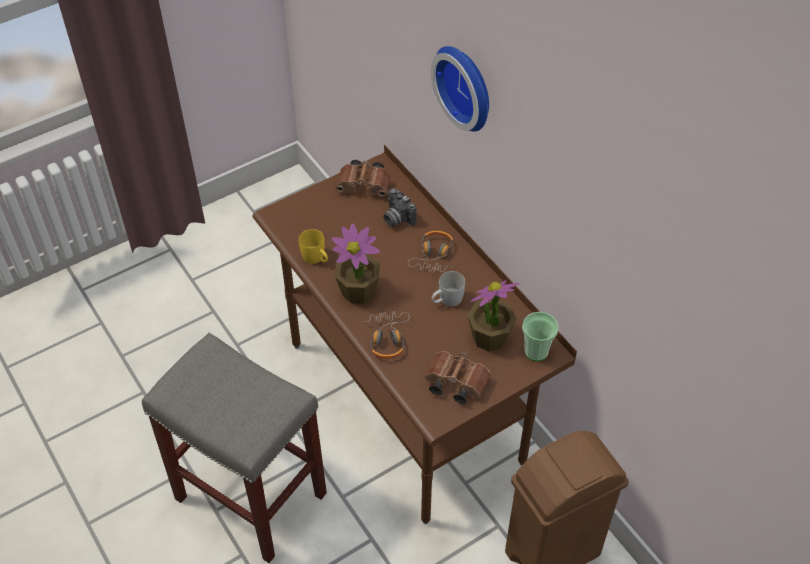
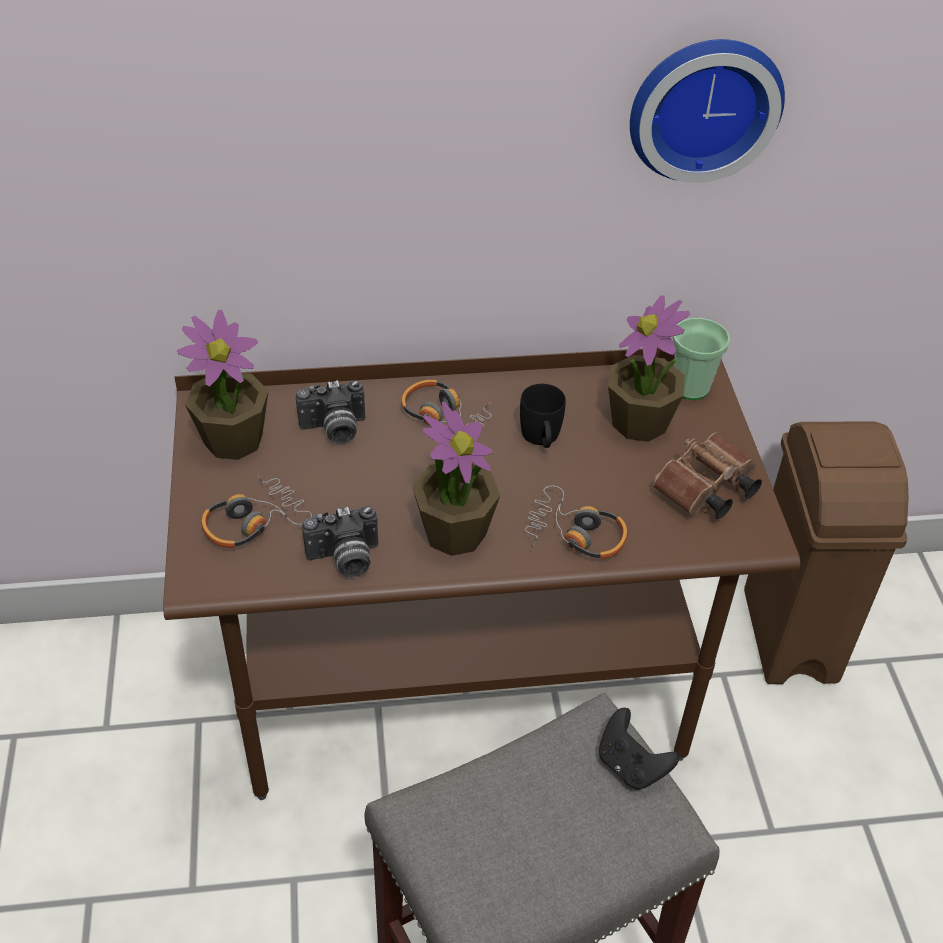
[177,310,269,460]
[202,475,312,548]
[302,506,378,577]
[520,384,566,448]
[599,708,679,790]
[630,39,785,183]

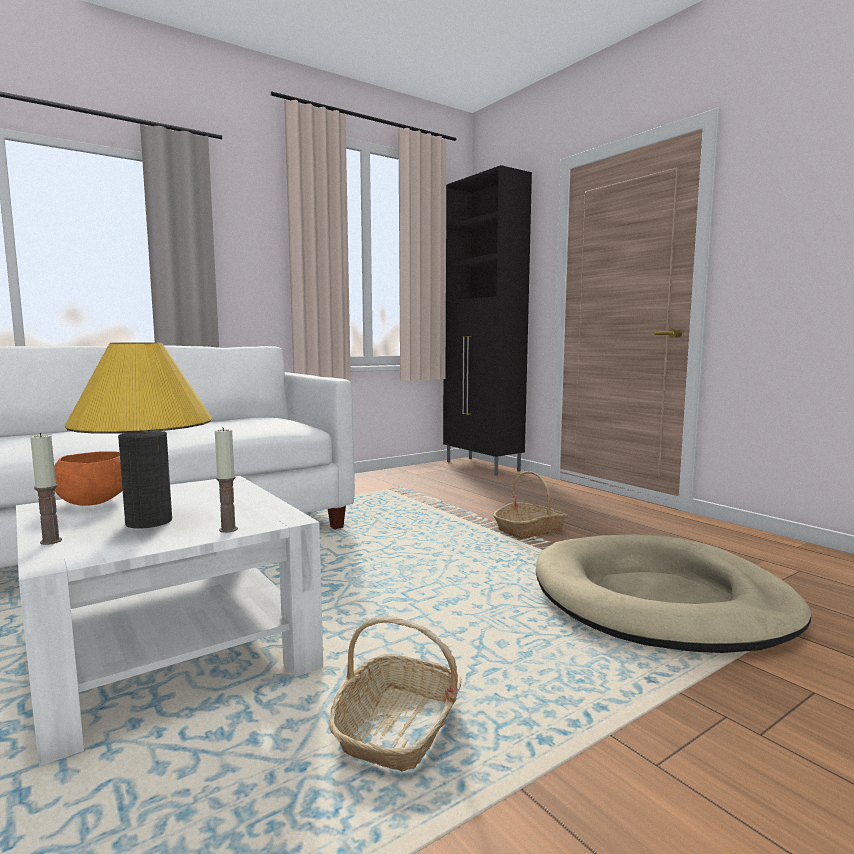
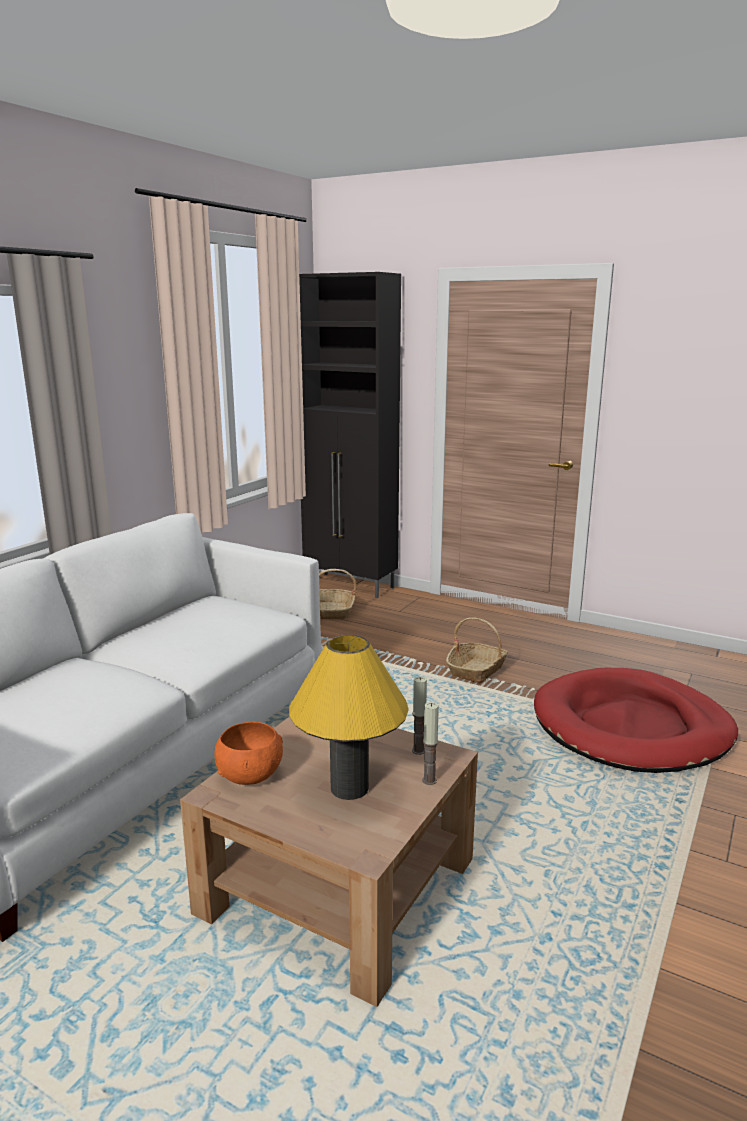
[180,717,478,1007]
[319,569,357,619]
[412,677,427,755]
[534,668,738,773]

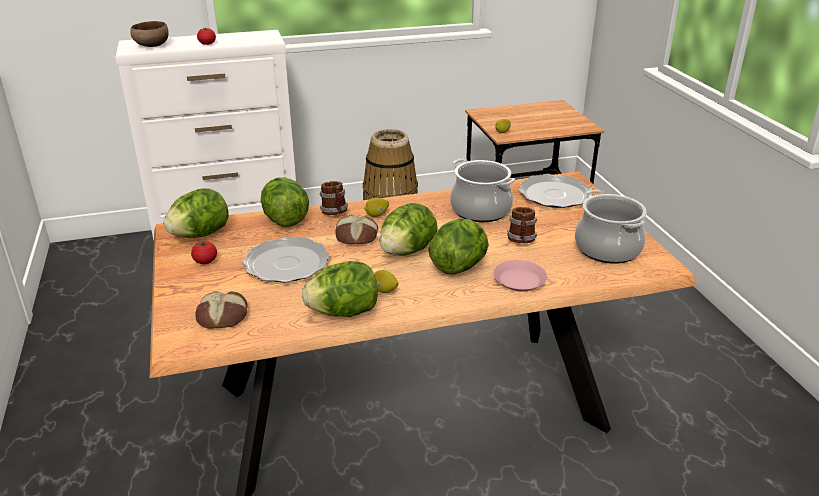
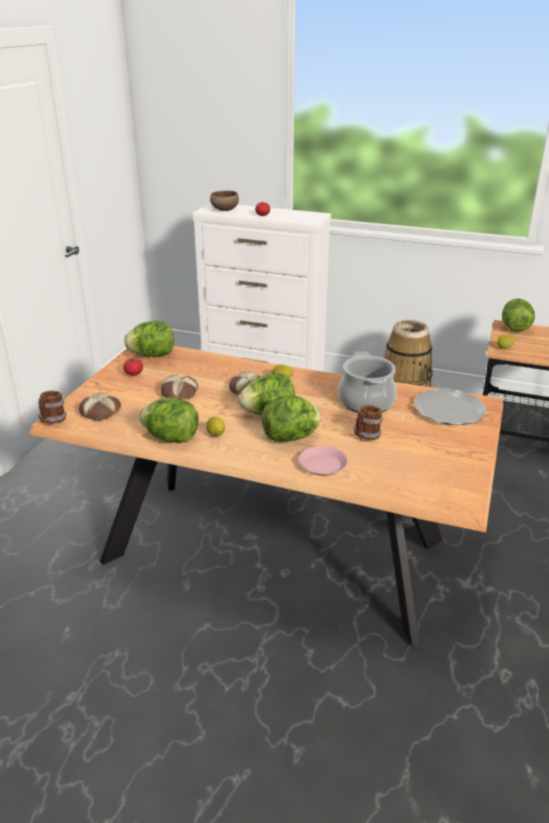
[38,391,67,424]
[161,374,198,399]
[502,299,535,332]
[575,190,646,264] (first image)

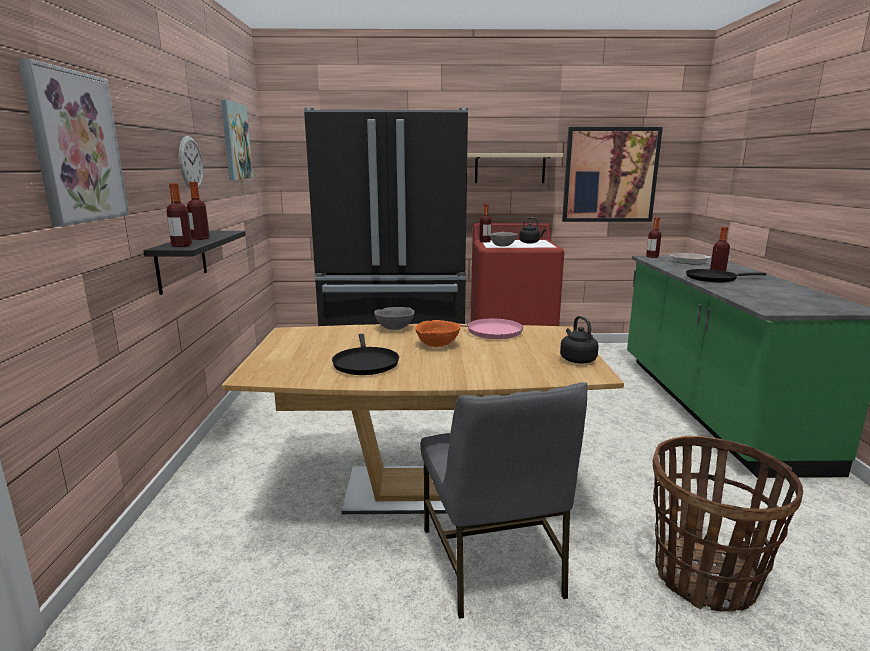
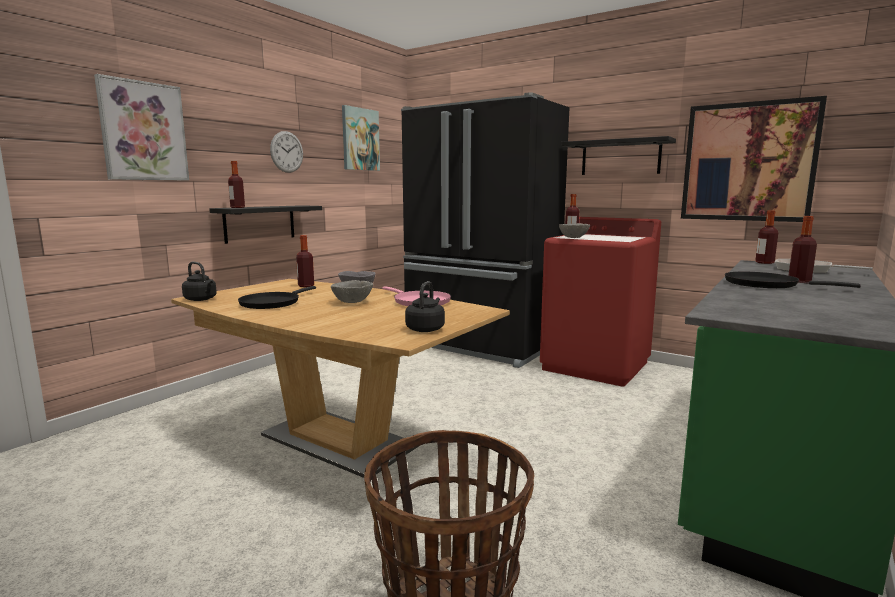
[182,262,217,301]
[296,235,314,287]
[331,280,373,303]
[561,136,676,175]
[421,382,587,619] (first image)

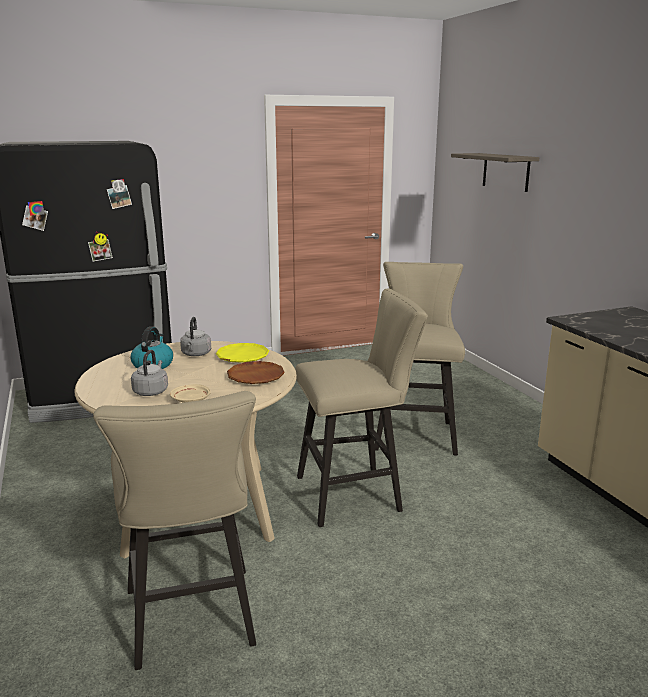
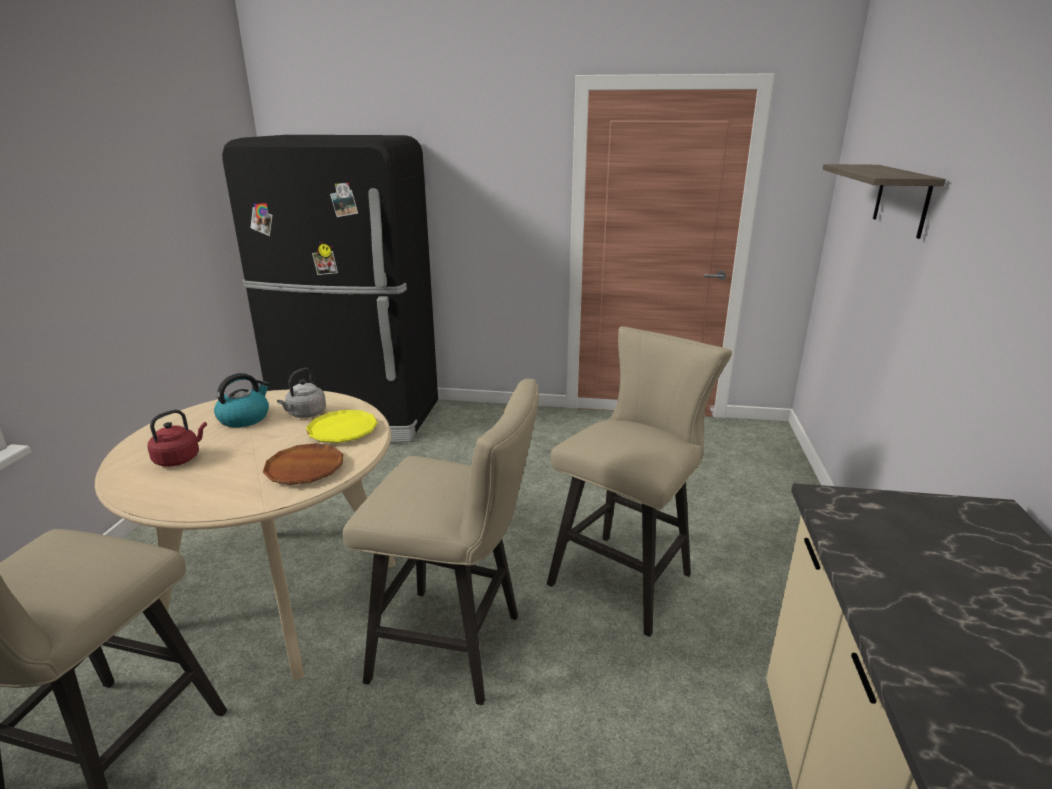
[148,410,207,467]
[170,384,211,403] (first image)

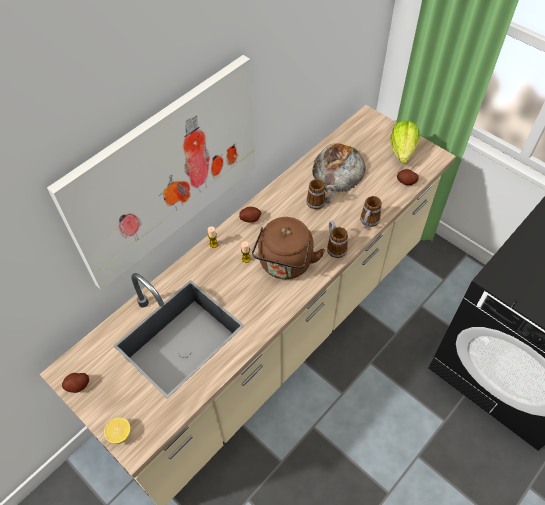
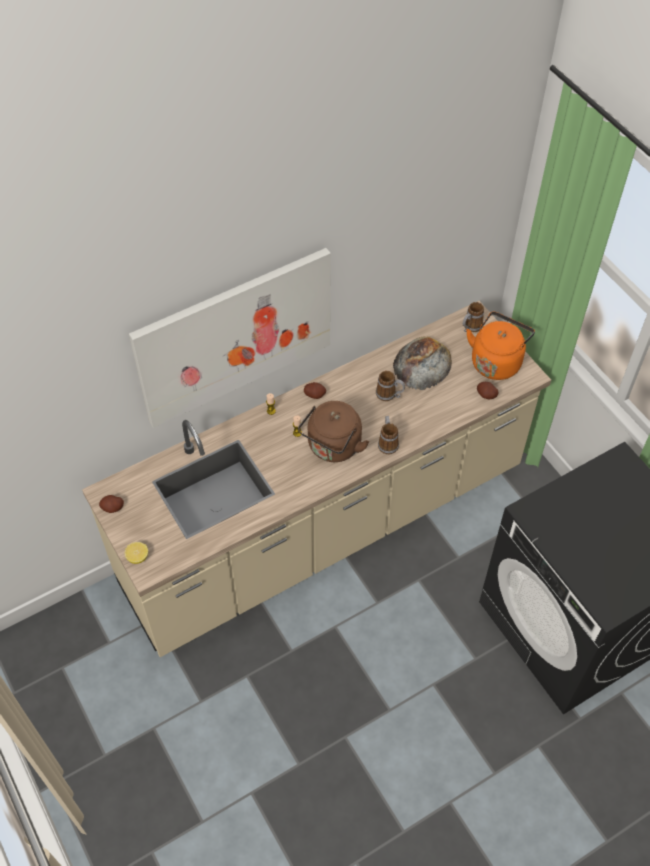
[463,302,484,332]
[466,311,535,380]

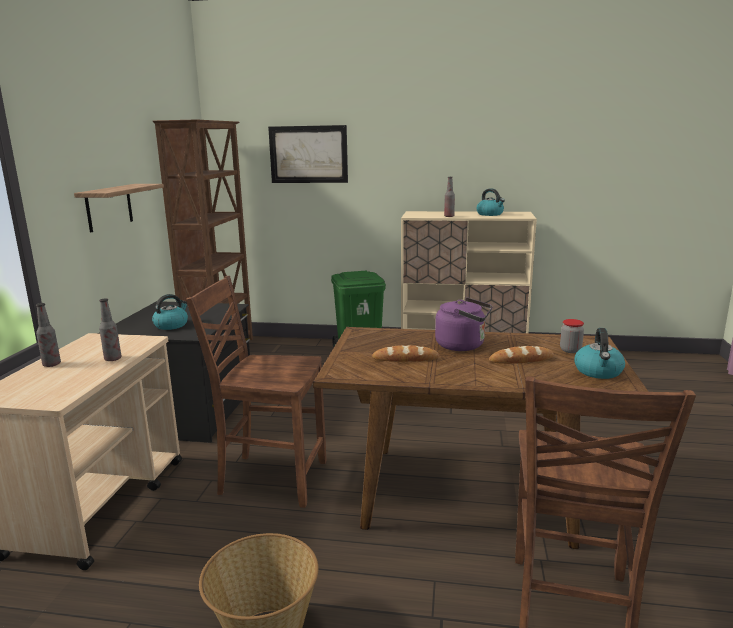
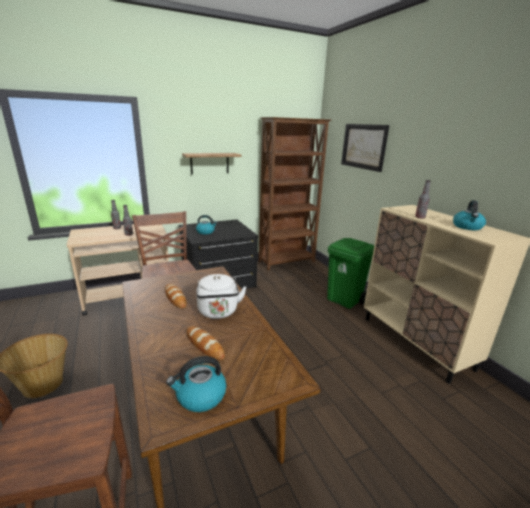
[196,274,247,319]
[560,319,584,353] (first image)

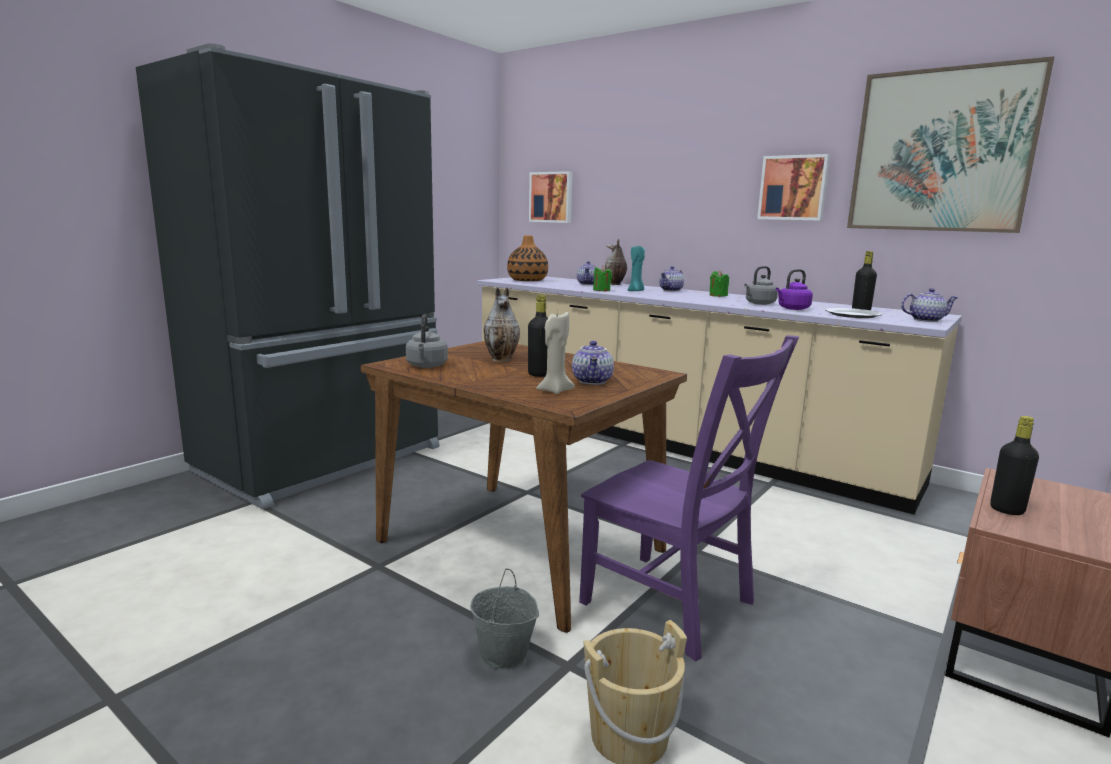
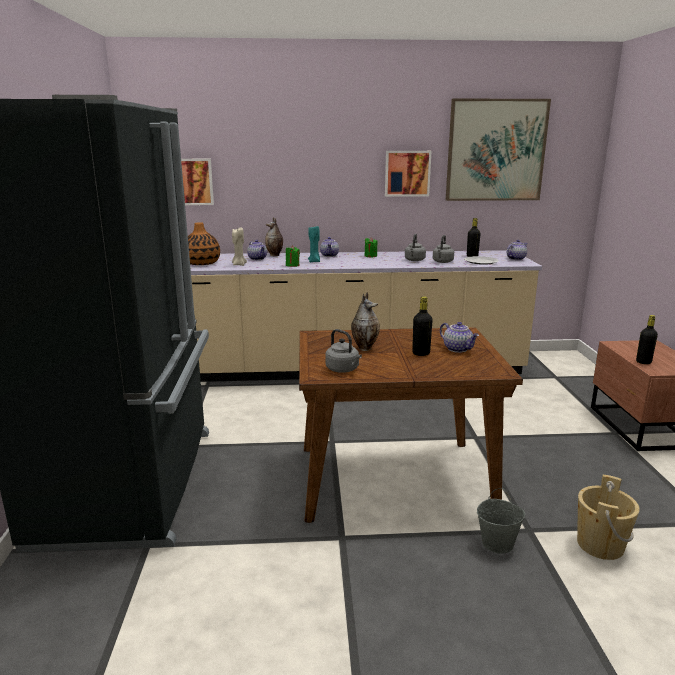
[232,227,247,266]
[433,235,454,263]
[579,335,799,661] (first image)

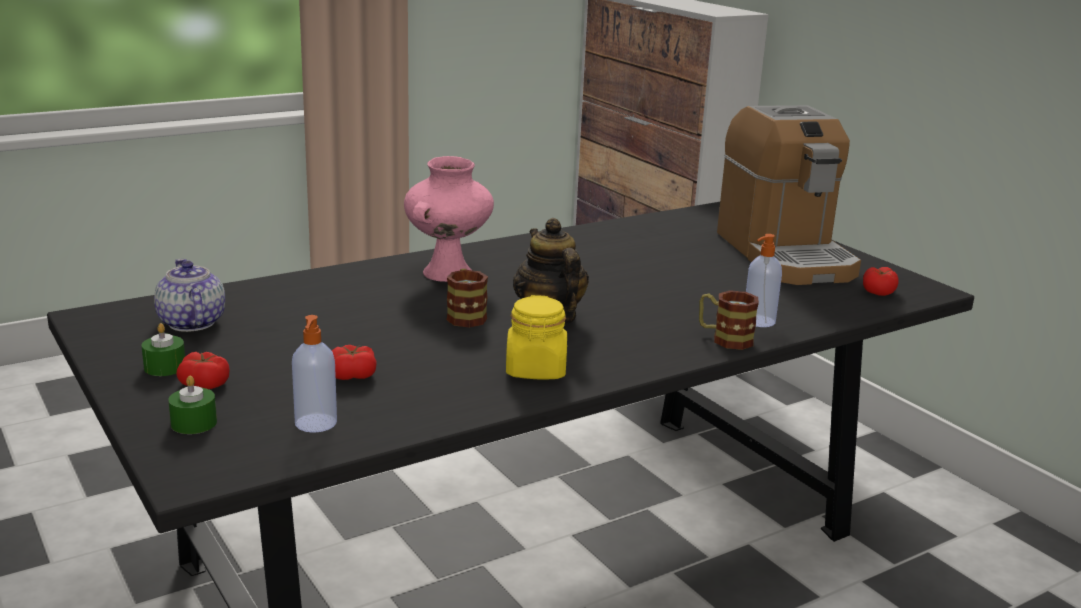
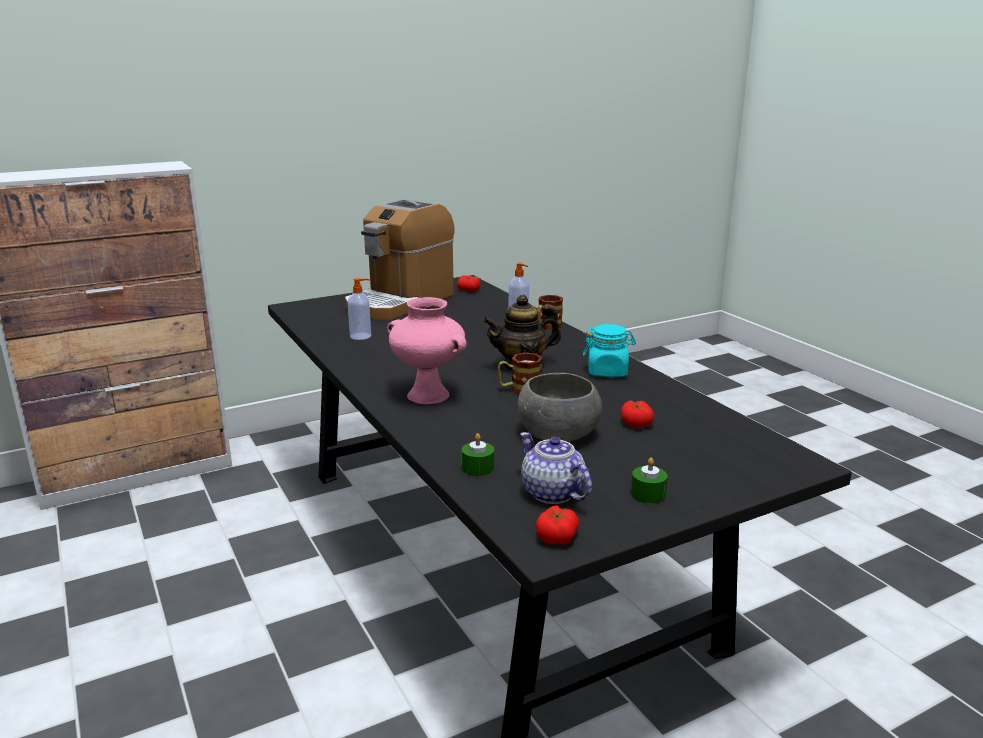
[345,199,454,320]
[348,278,371,340]
[462,433,494,476]
[518,373,602,442]
[520,432,592,504]
[536,505,579,545]
[583,324,636,377]

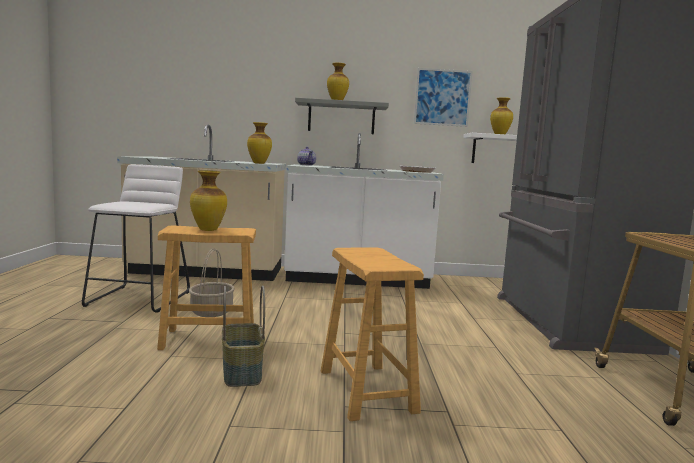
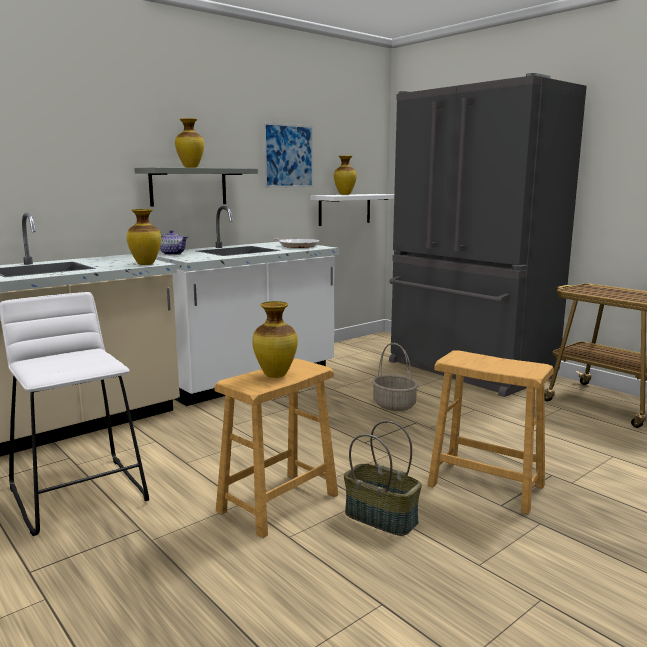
[372,343,418,411]

